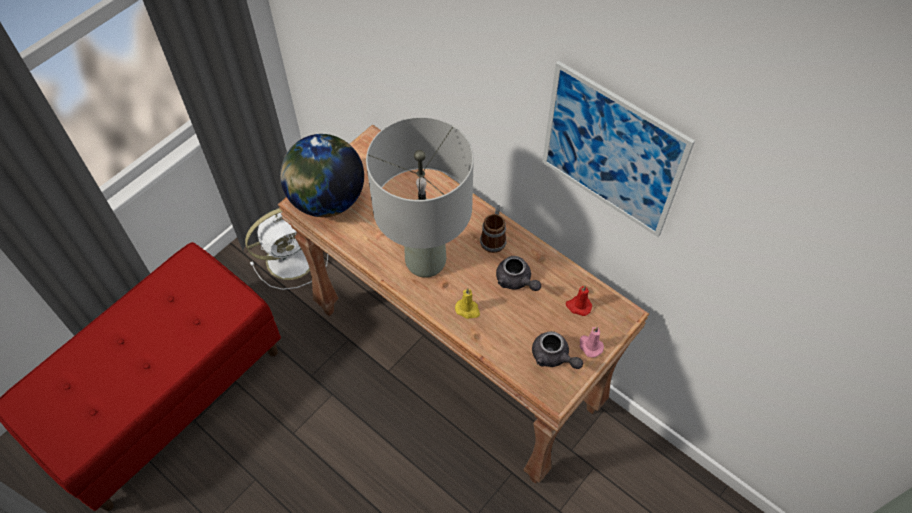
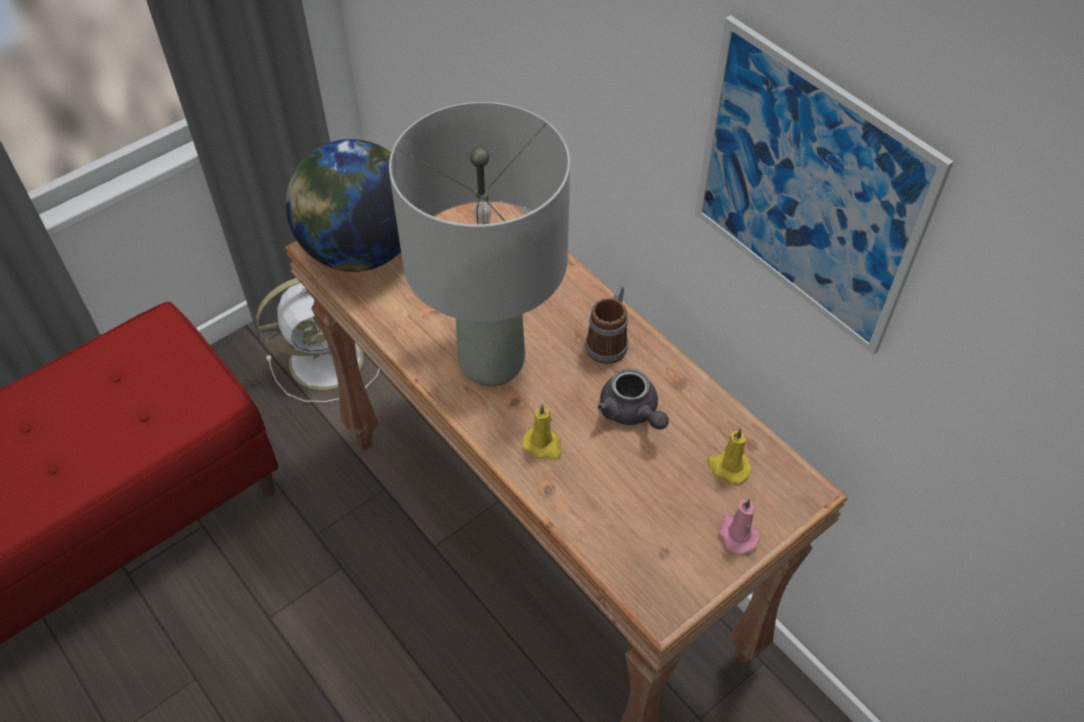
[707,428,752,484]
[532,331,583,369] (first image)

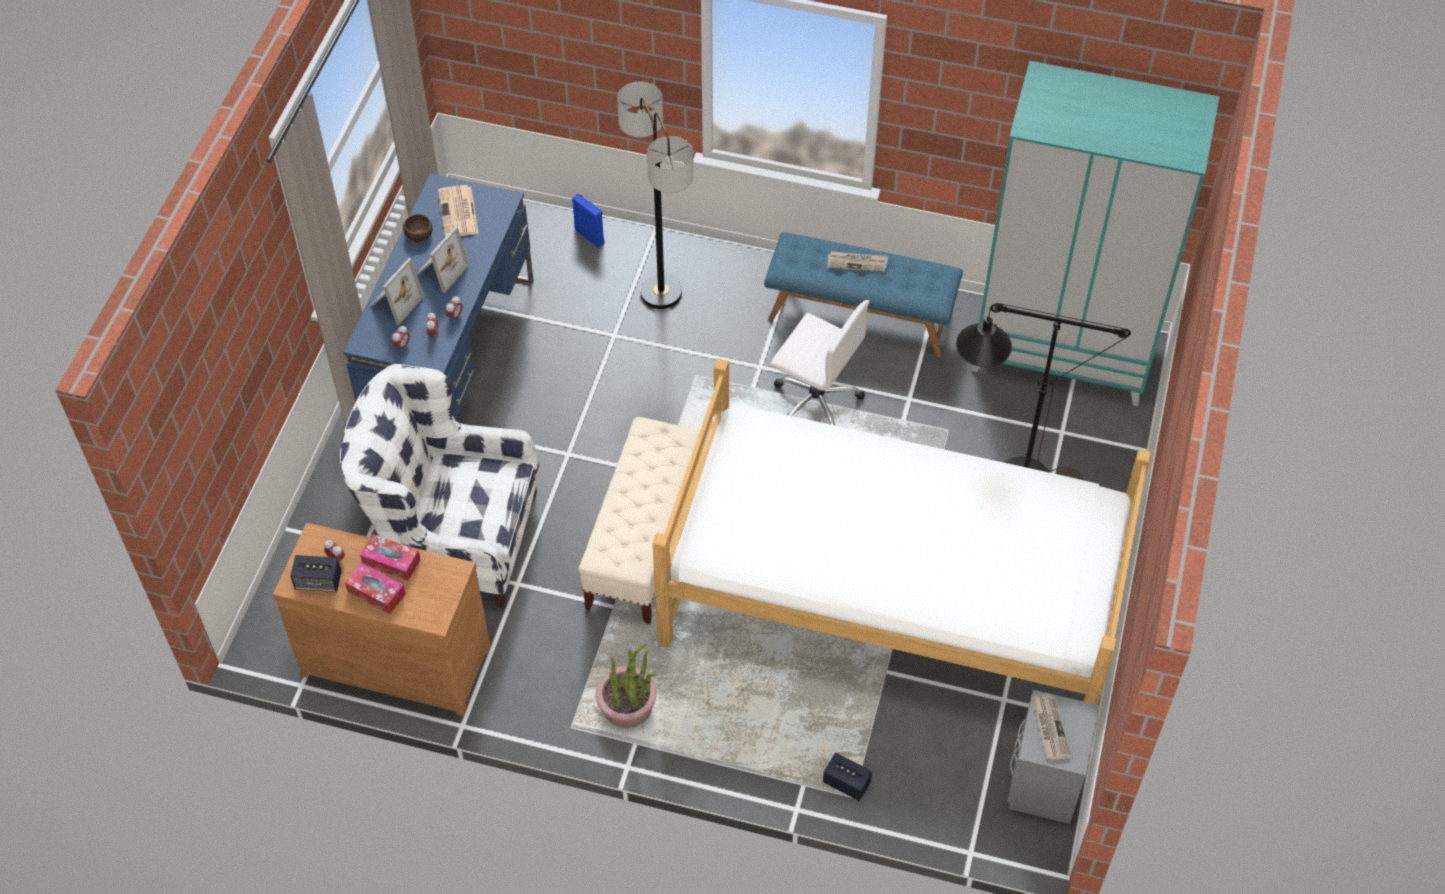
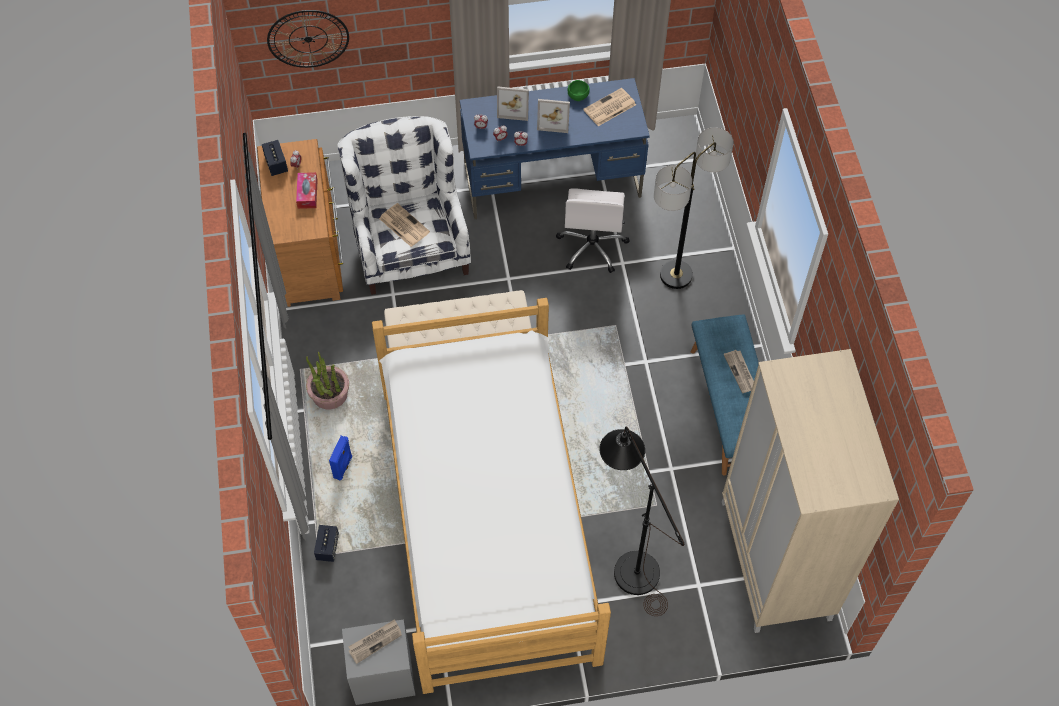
[267,10,349,68]
[329,436,352,480]
[379,203,430,247]
[556,189,630,273]
[567,80,589,101]
[722,349,899,633]
[345,563,406,614] (first image)

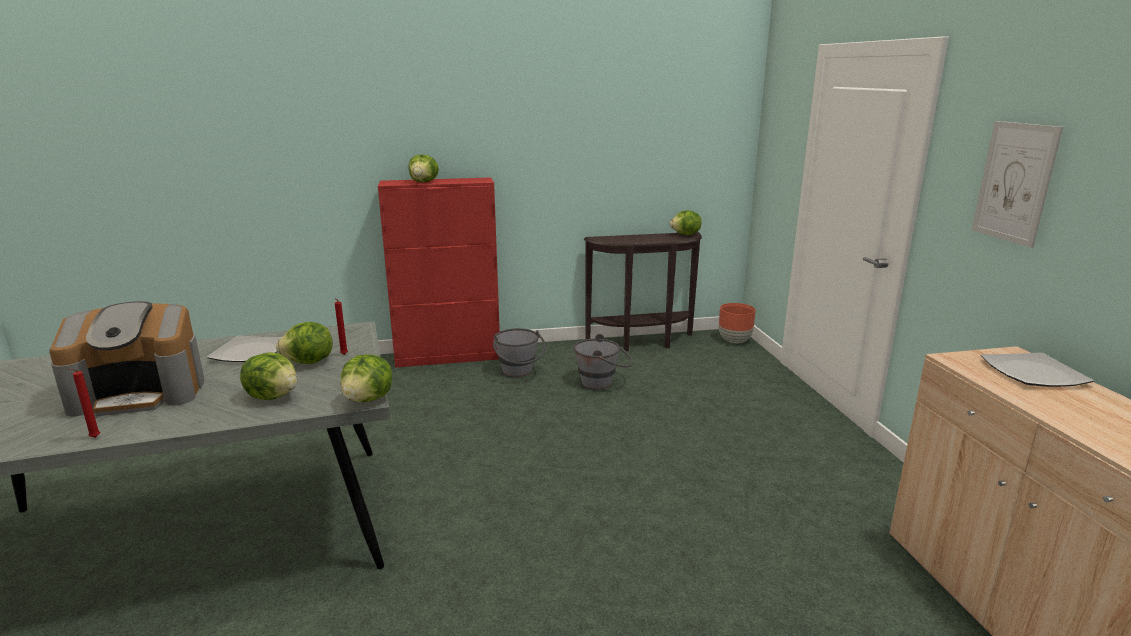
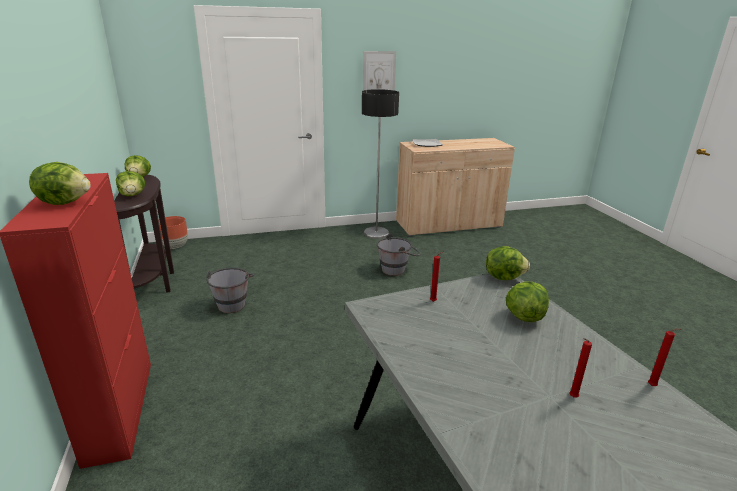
[116,171,145,196]
[362,89,399,239]
[377,234,421,276]
[569,338,592,397]
[207,336,282,362] (first image)

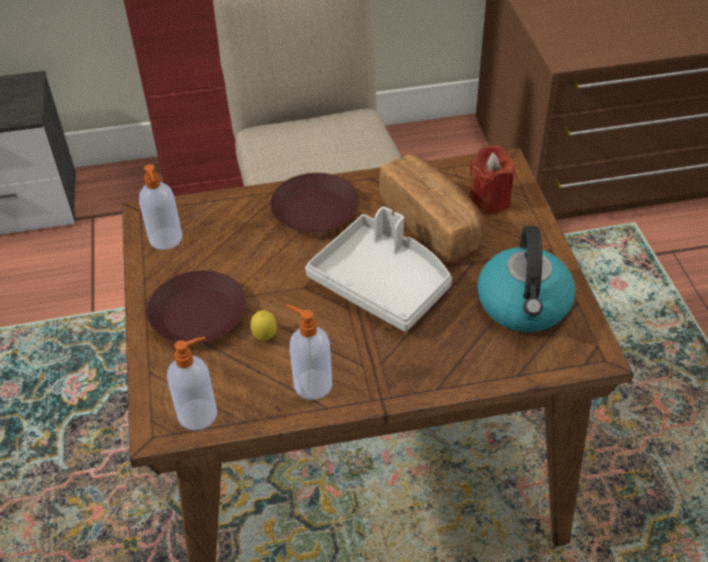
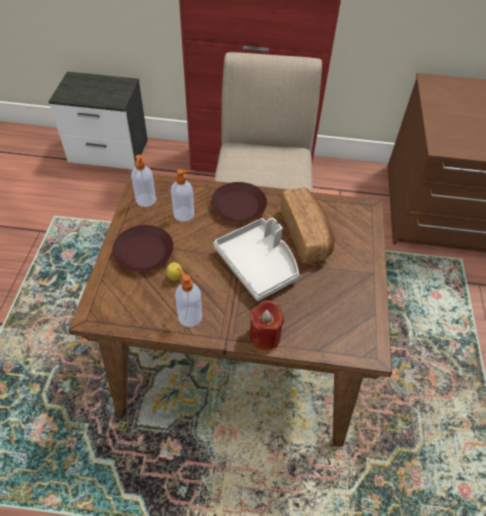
[171,169,194,222]
[249,300,284,350]
[477,226,576,332] (first image)

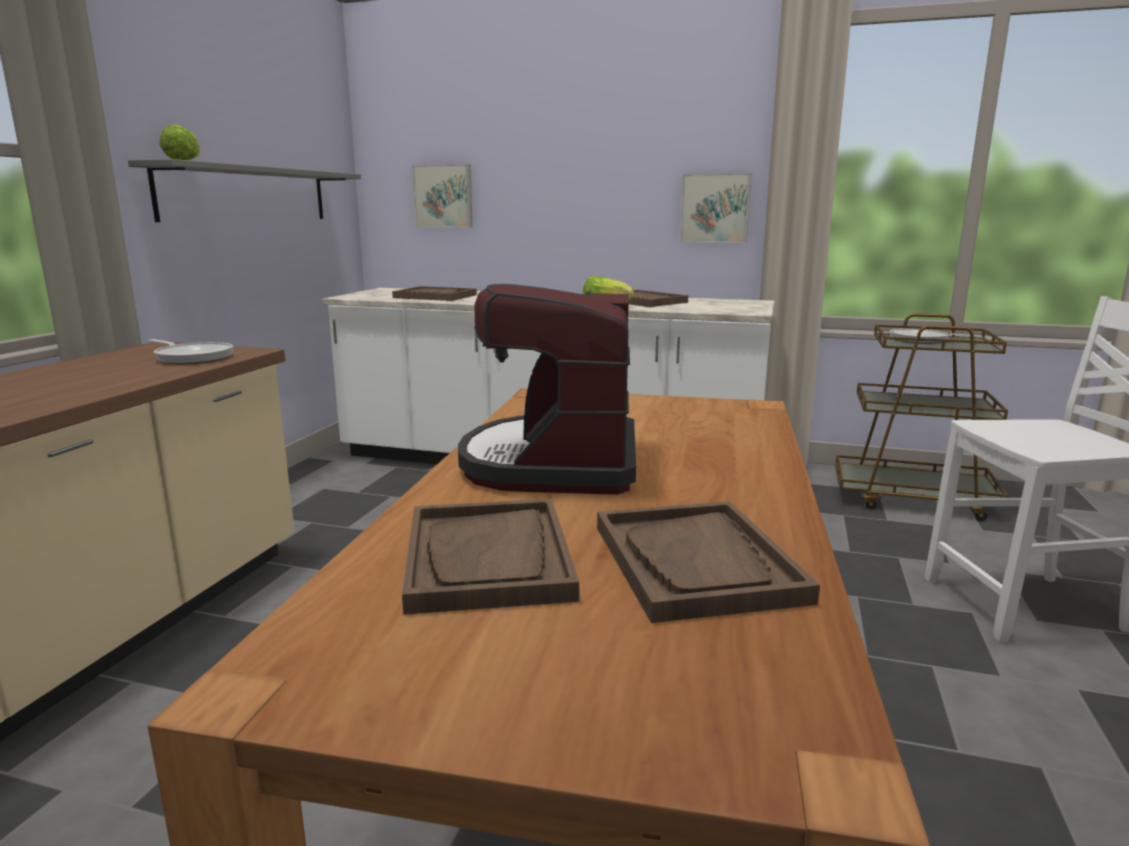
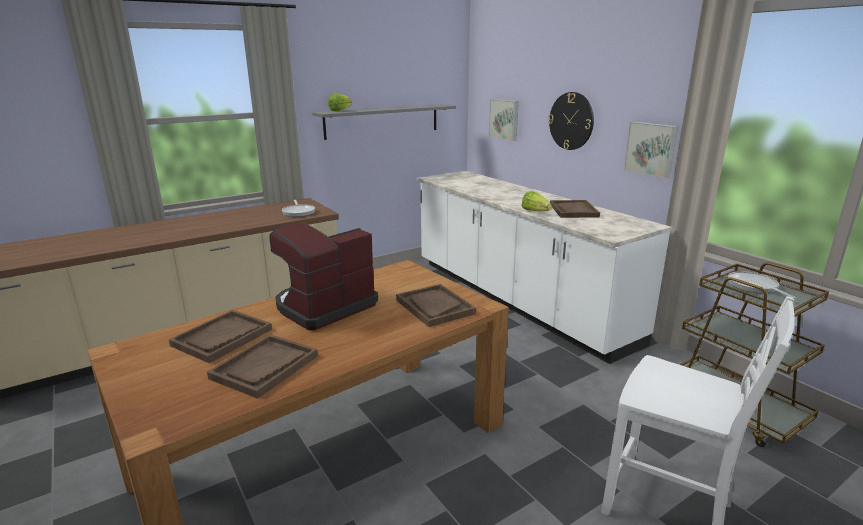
[396,284,476,327]
[548,92,594,150]

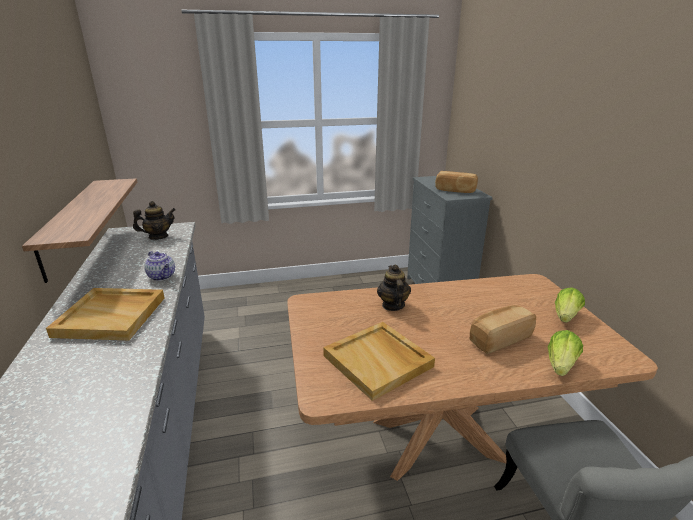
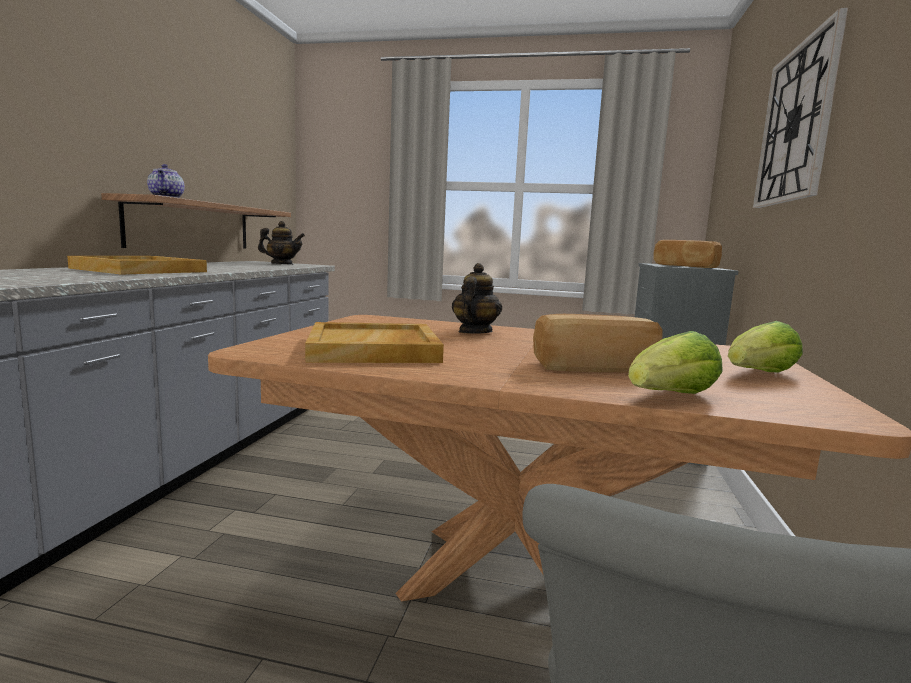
[147,164,184,198]
[753,8,848,208]

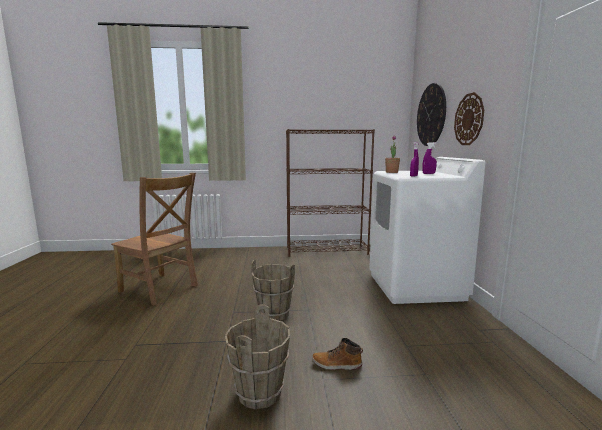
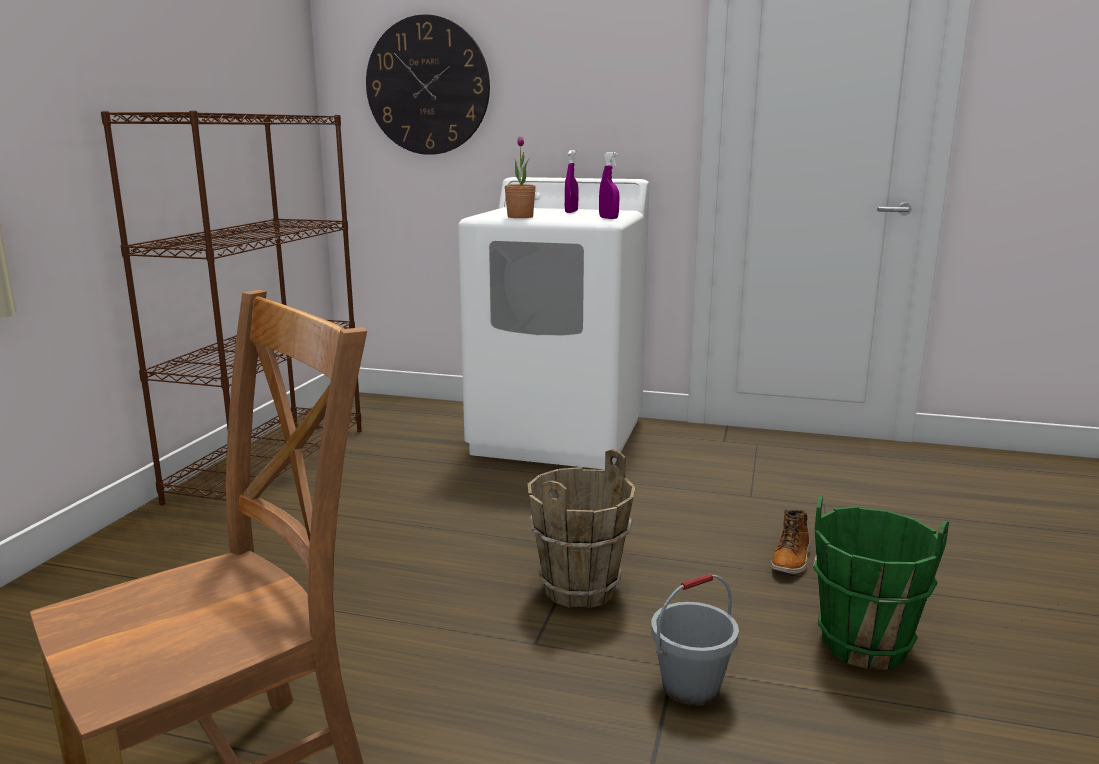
[651,574,739,706]
[813,496,949,669]
[454,92,484,145] (first image)

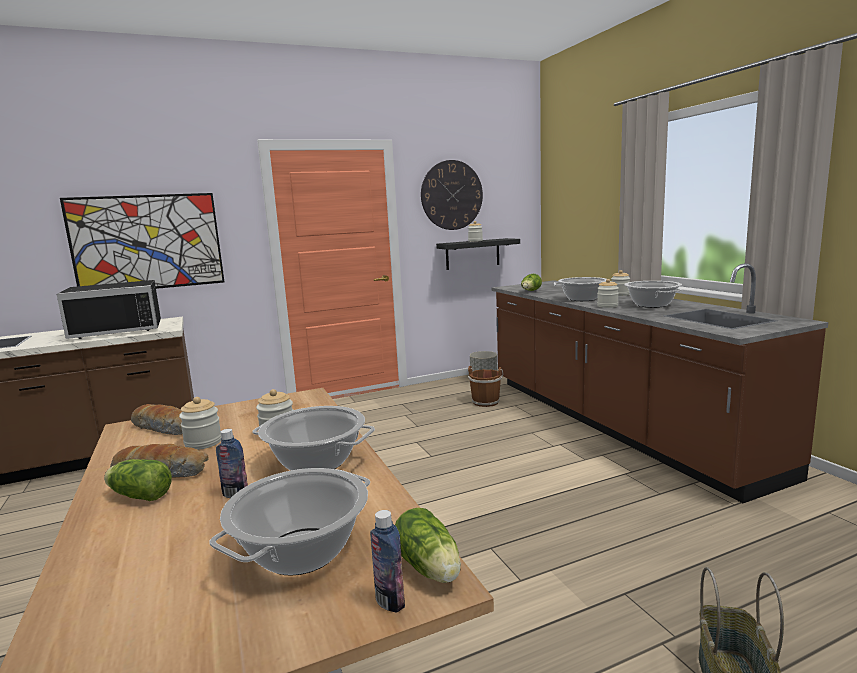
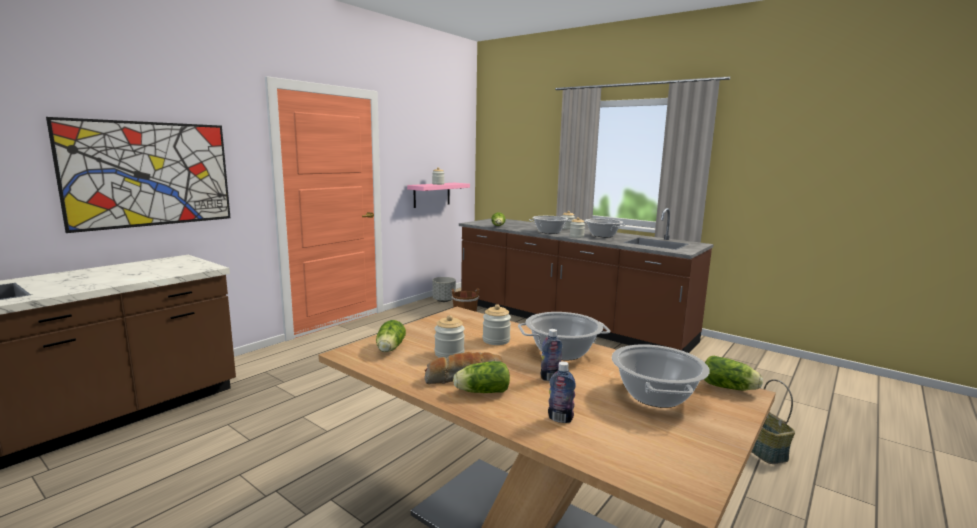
[376,320,406,352]
[407,183,470,208]
[548,361,576,423]
[57,280,161,339] (first image)
[421,160,483,230] (first image)

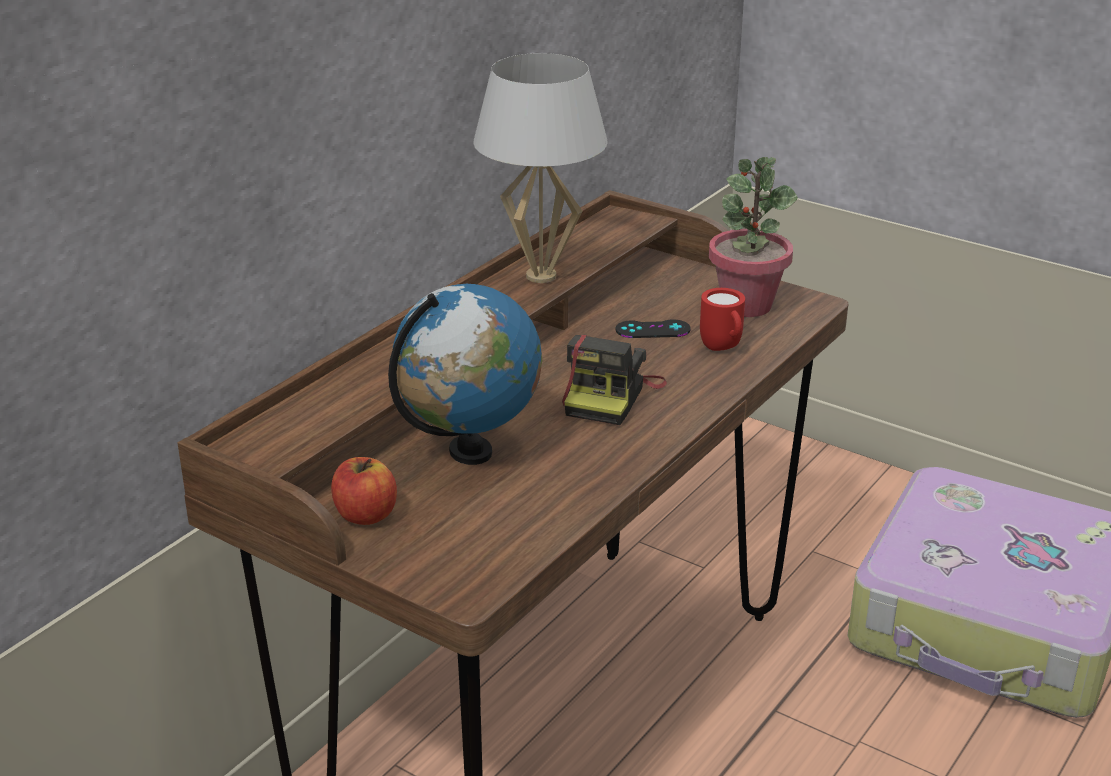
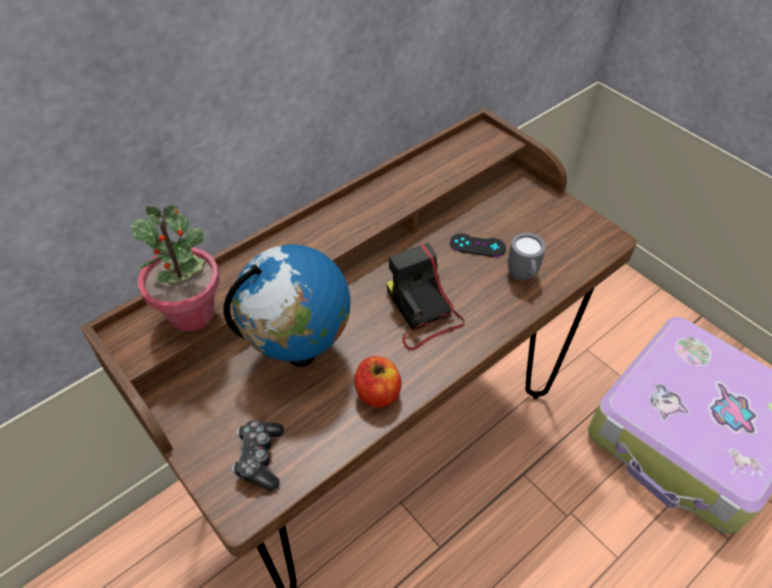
[131,205,220,332]
[232,420,284,491]
[354,356,402,407]
[386,242,464,351]
[508,233,546,280]
[474,53,608,283] (first image)

